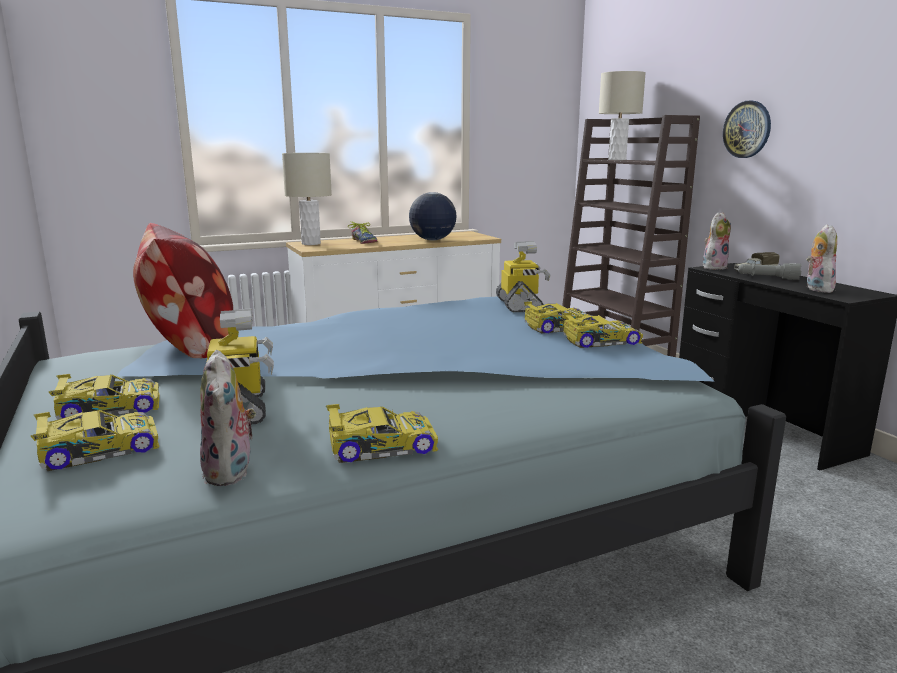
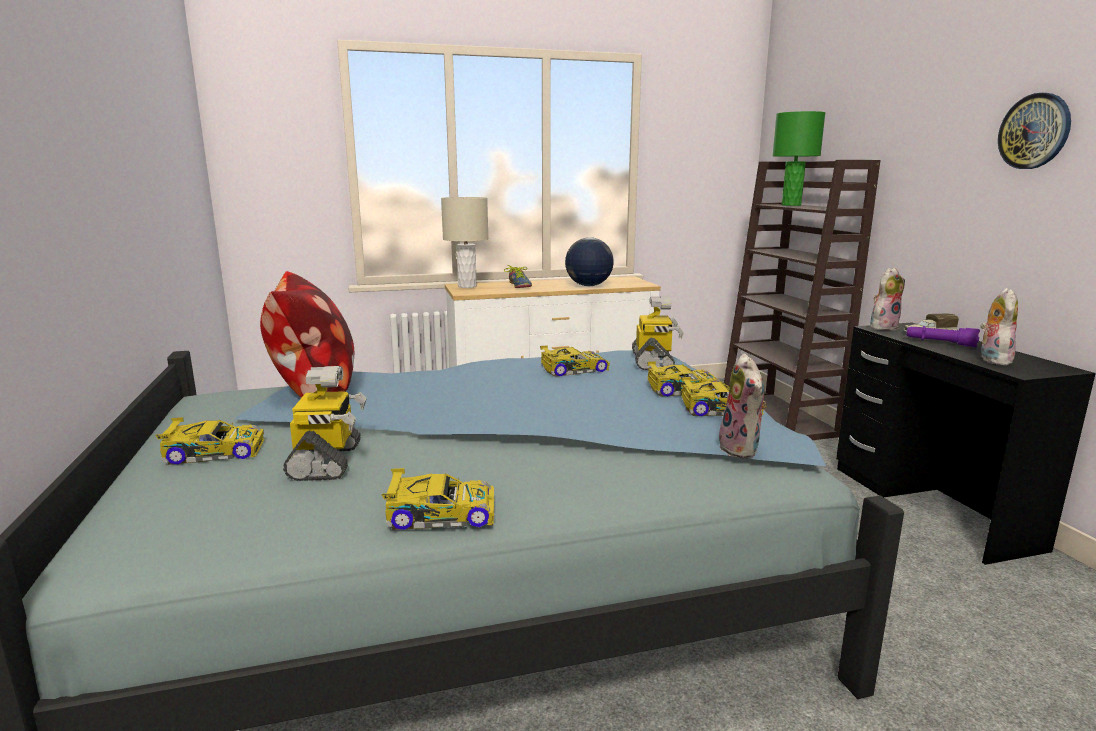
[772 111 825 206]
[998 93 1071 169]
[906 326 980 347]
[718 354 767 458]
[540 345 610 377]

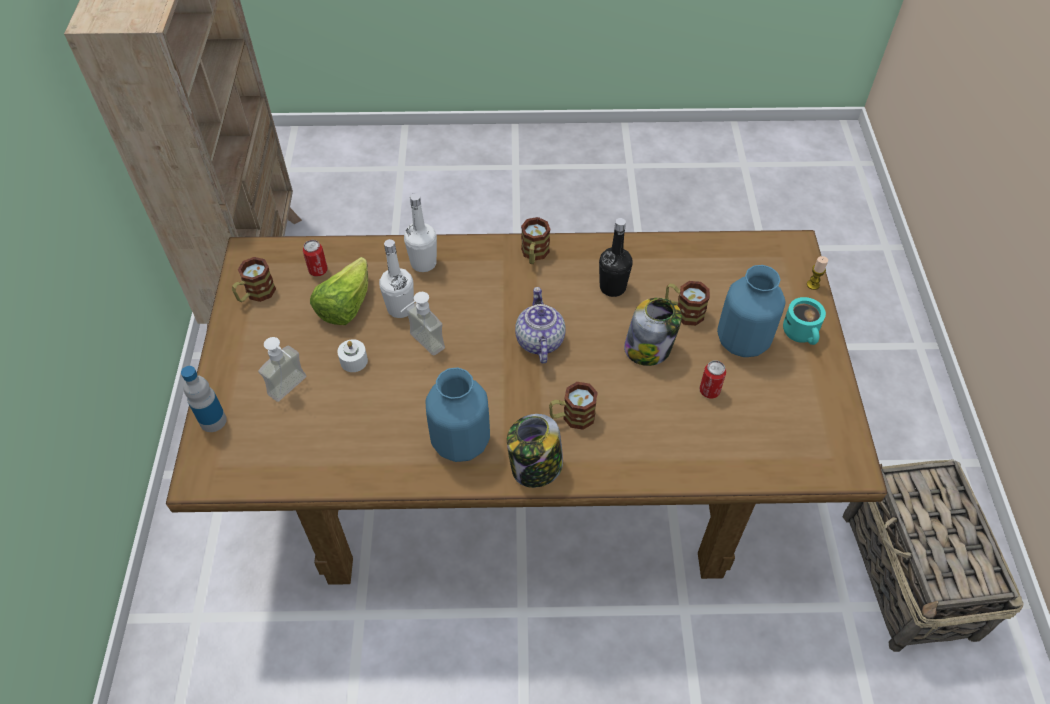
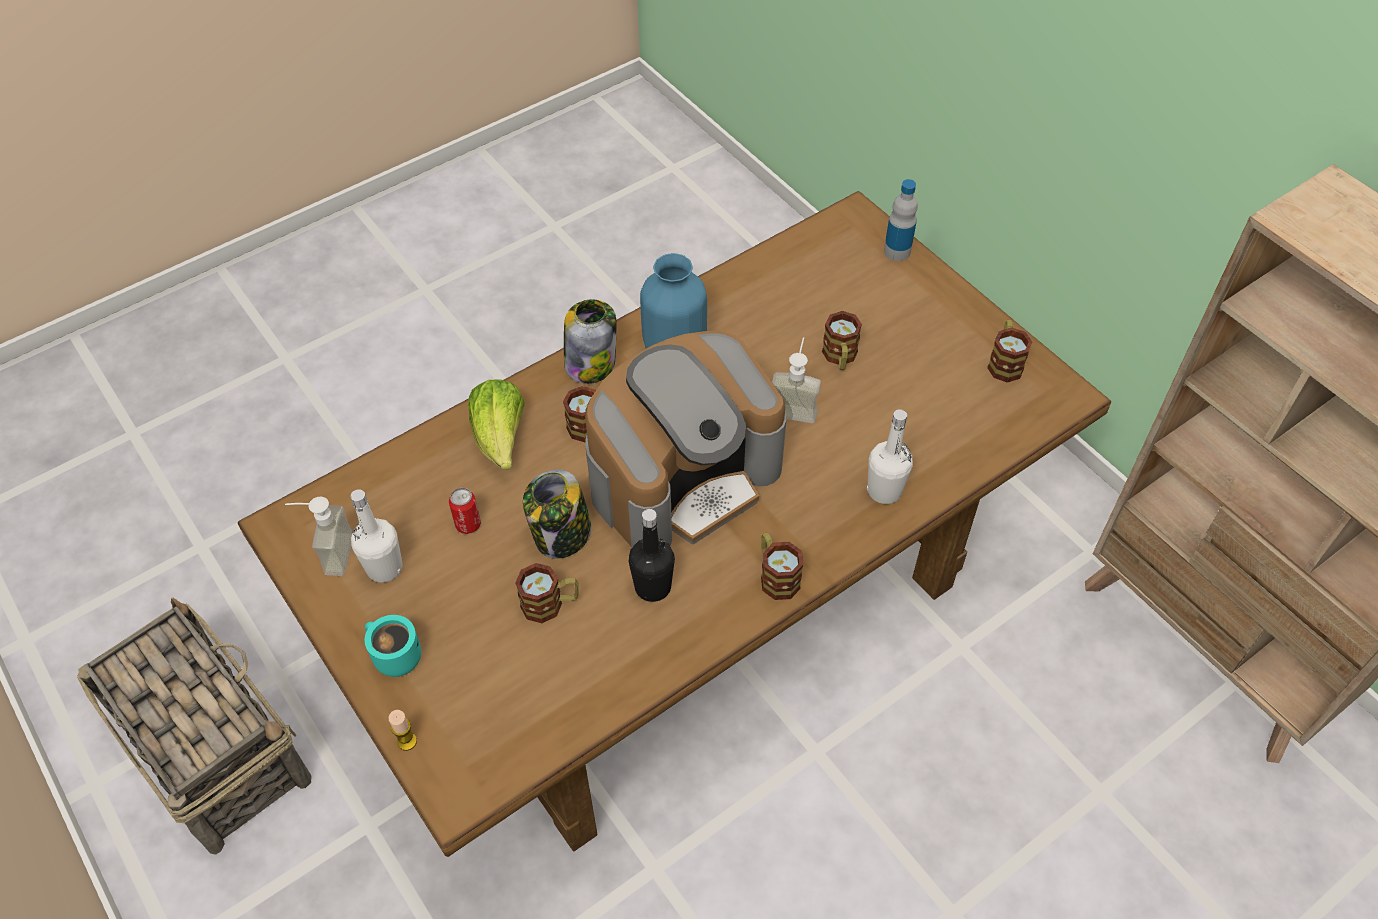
[350 489 403 583]
[303 240 328 277] (first image)
[468 379 525 470]
[717 265 786 357] (first image)
[585 331 786 547]
[285 496 353 576]
[822 311 862 370]

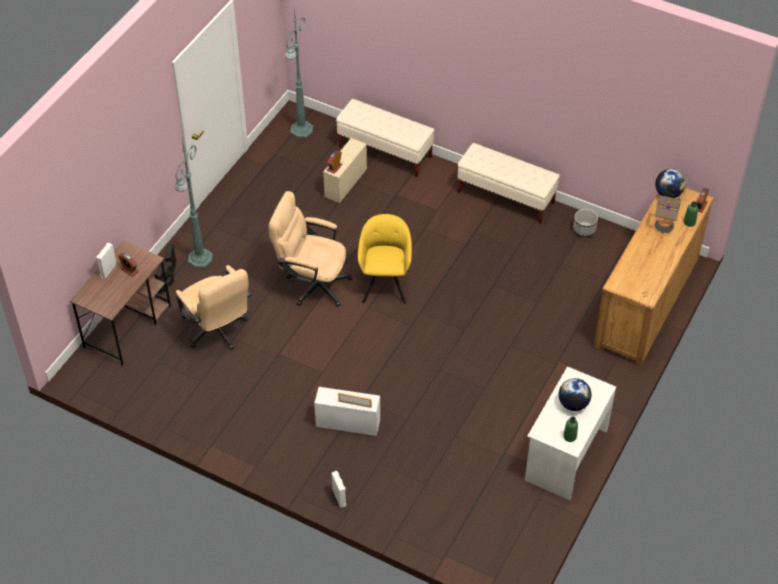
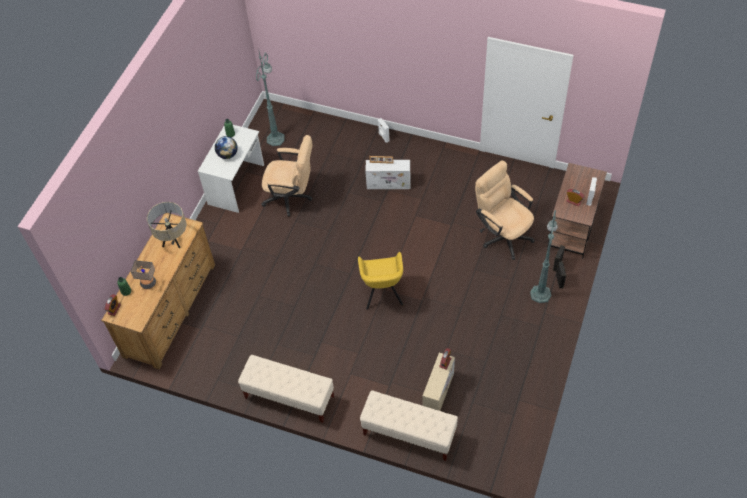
[256 48 285 146]
[655 169 685 198] (first image)
[261 135 312 216]
[573 209 598 237] (first image)
[147 202 186 248]

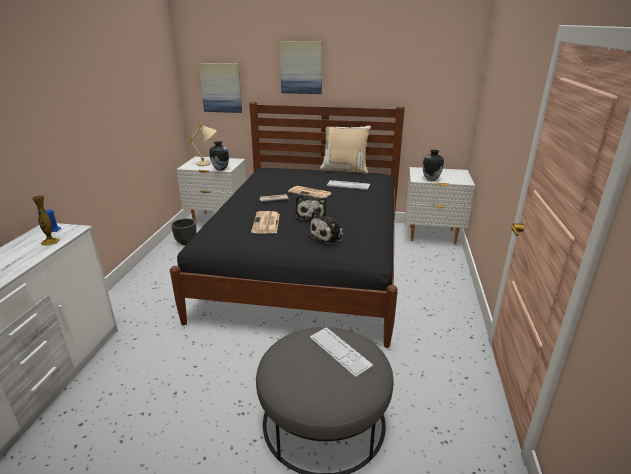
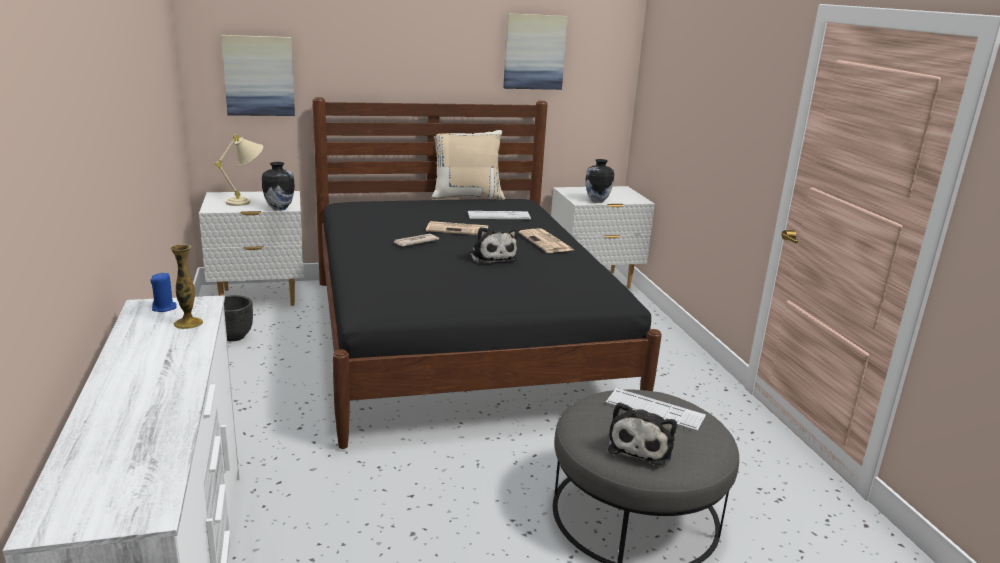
[503 13 568 90]
[519 229 573 253]
[608 402 677 465]

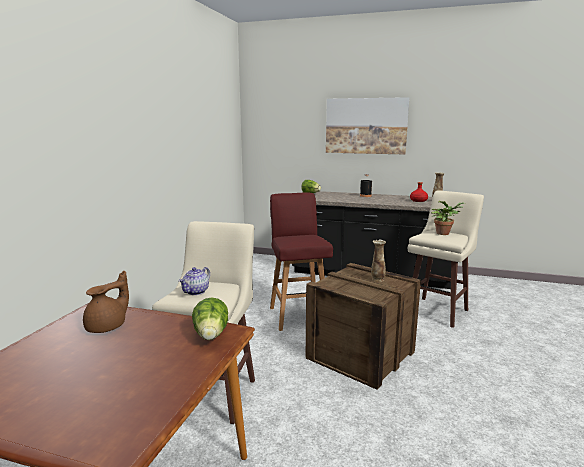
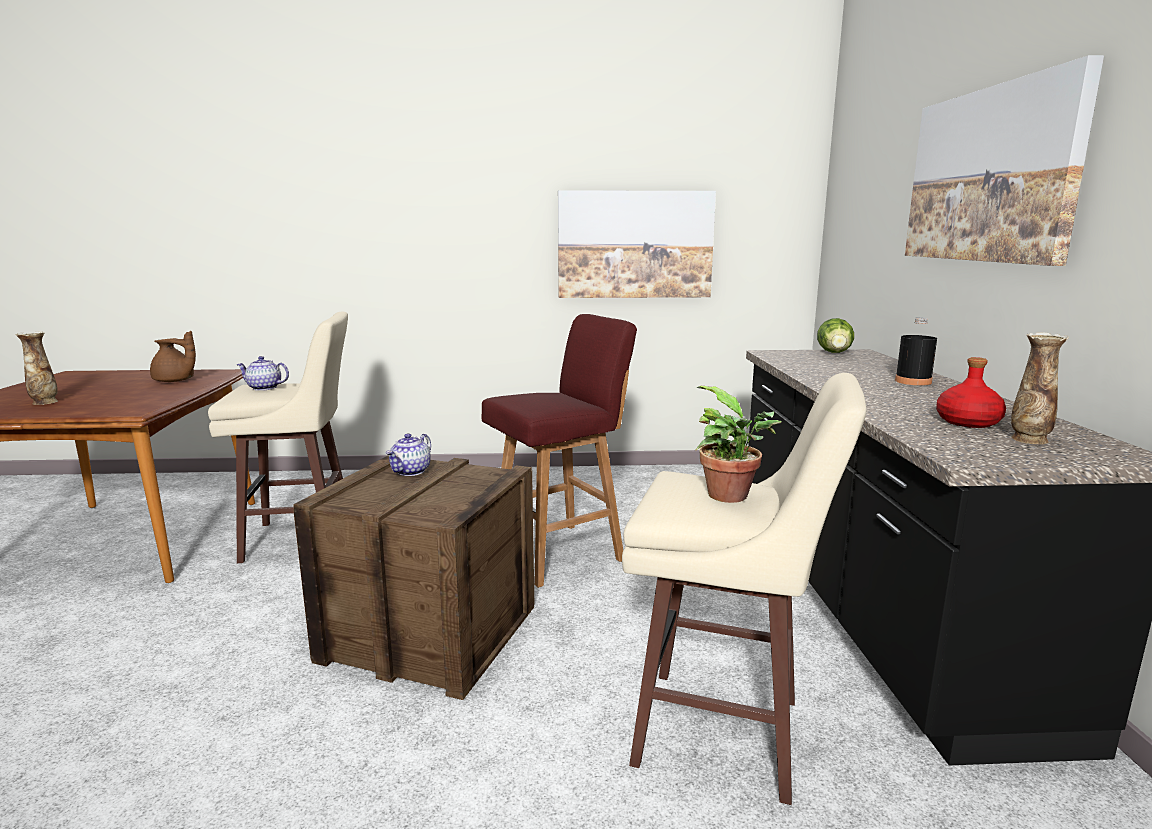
[16 331 58 405]
[192 297 228 340] (first image)
[558 190 716 298]
[385 433 431 476]

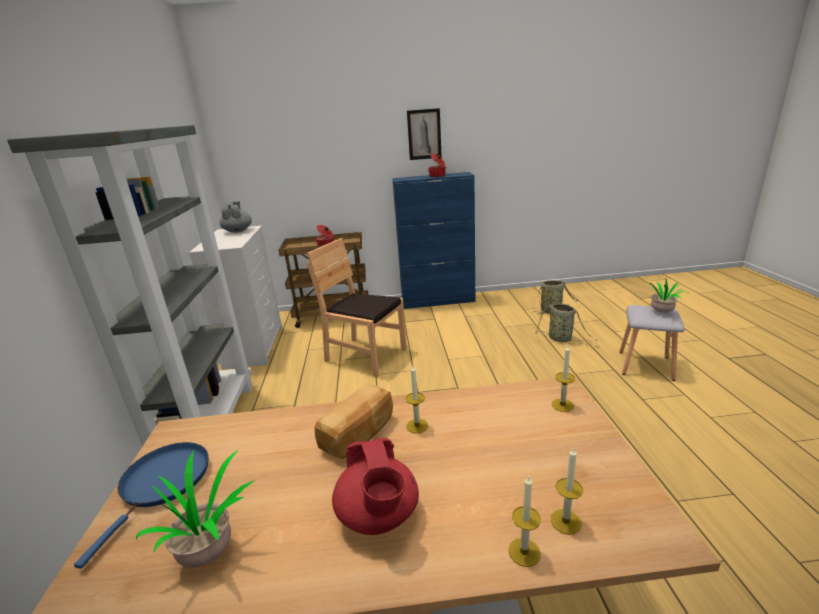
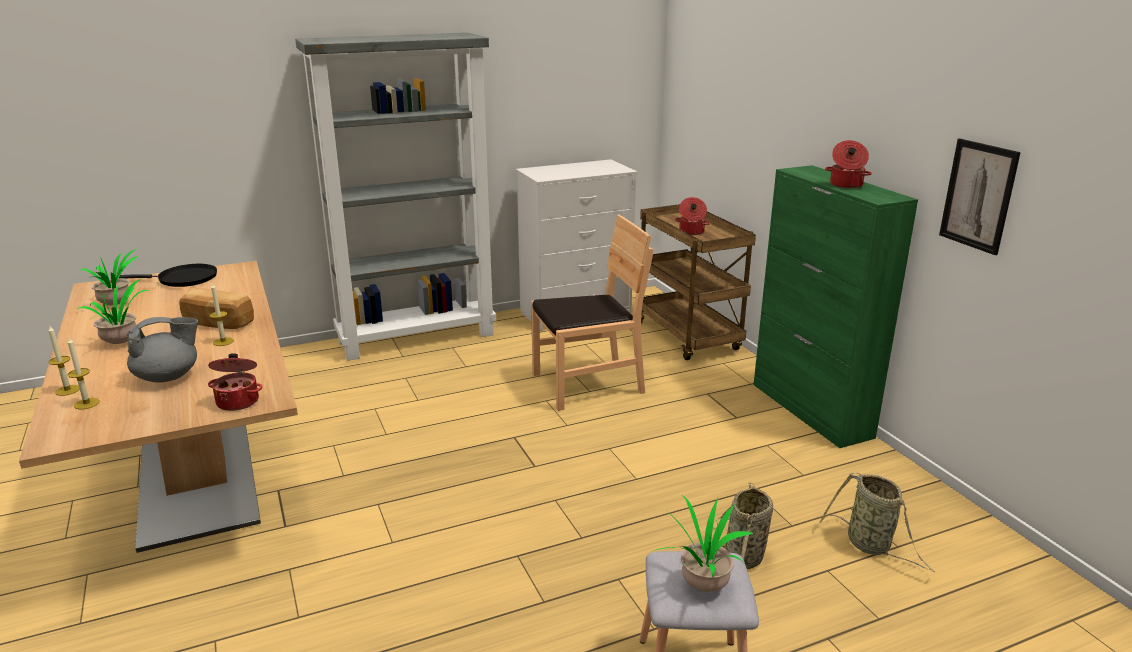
[939 138 1021 255]
[754 165 918 448]
[127 317 198 383]
[531 215 653 411]
[208 353 262 411]
[78 279 151 344]
[119 264 217 287]

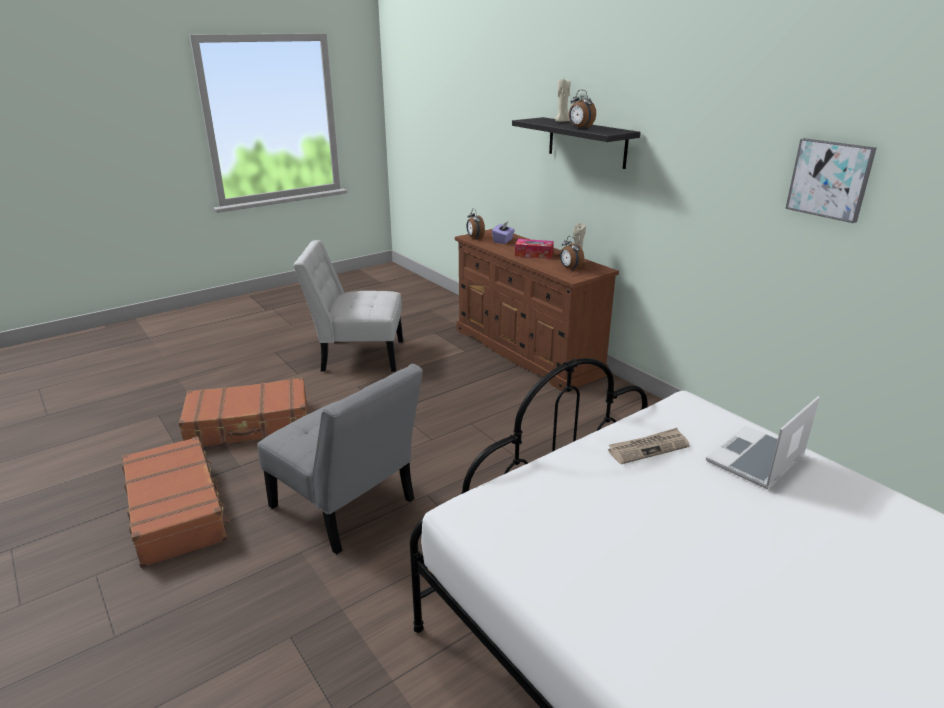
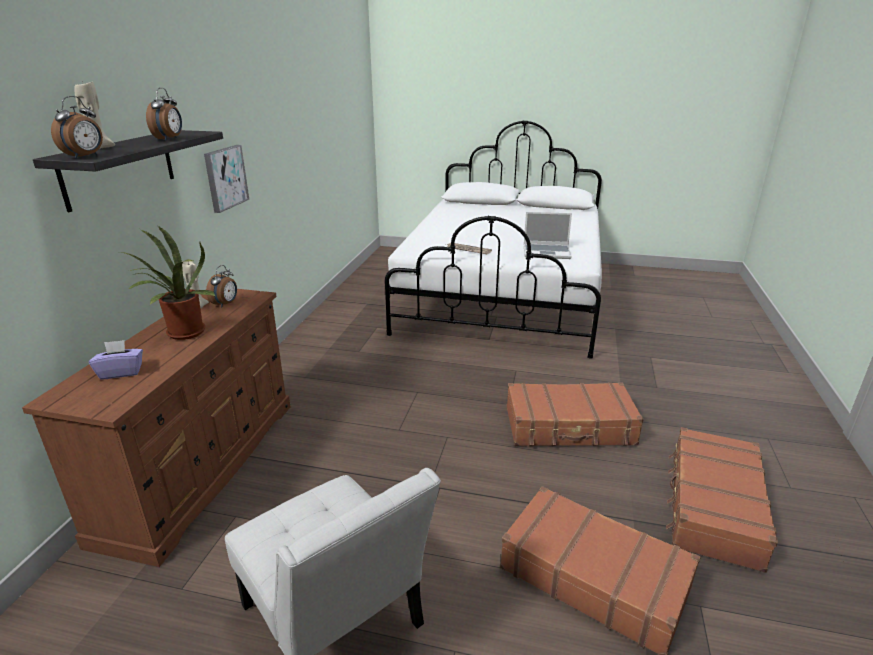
[204 145 249 213]
[51 96 103 159]
[119 226 216 340]
[506 382 644 446]
[524 212 572 259]

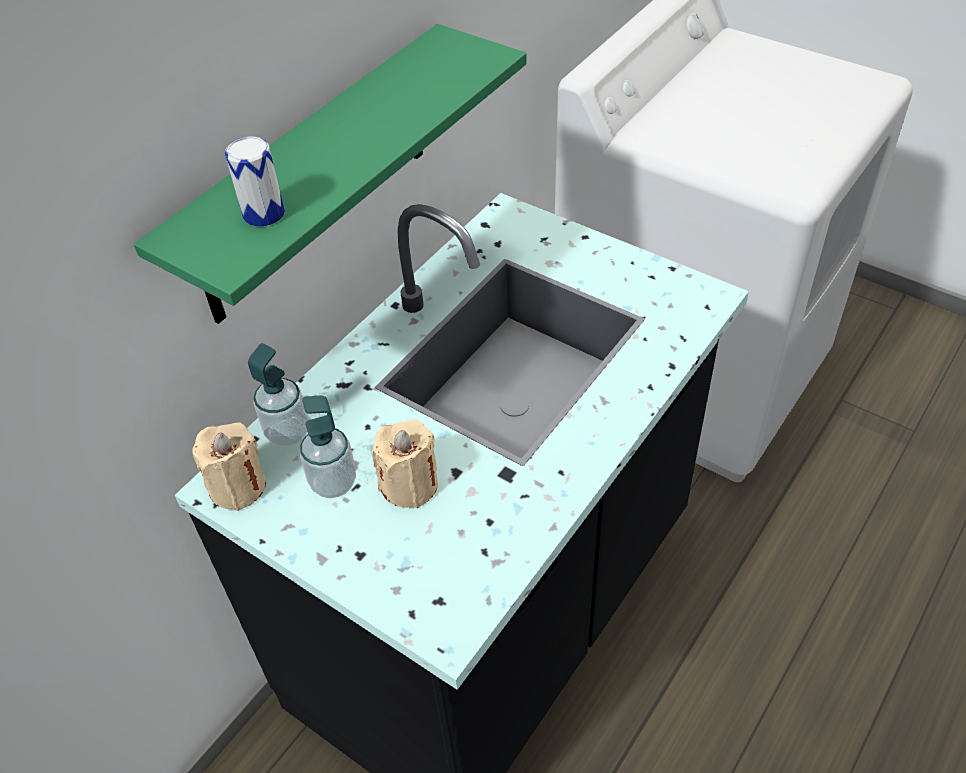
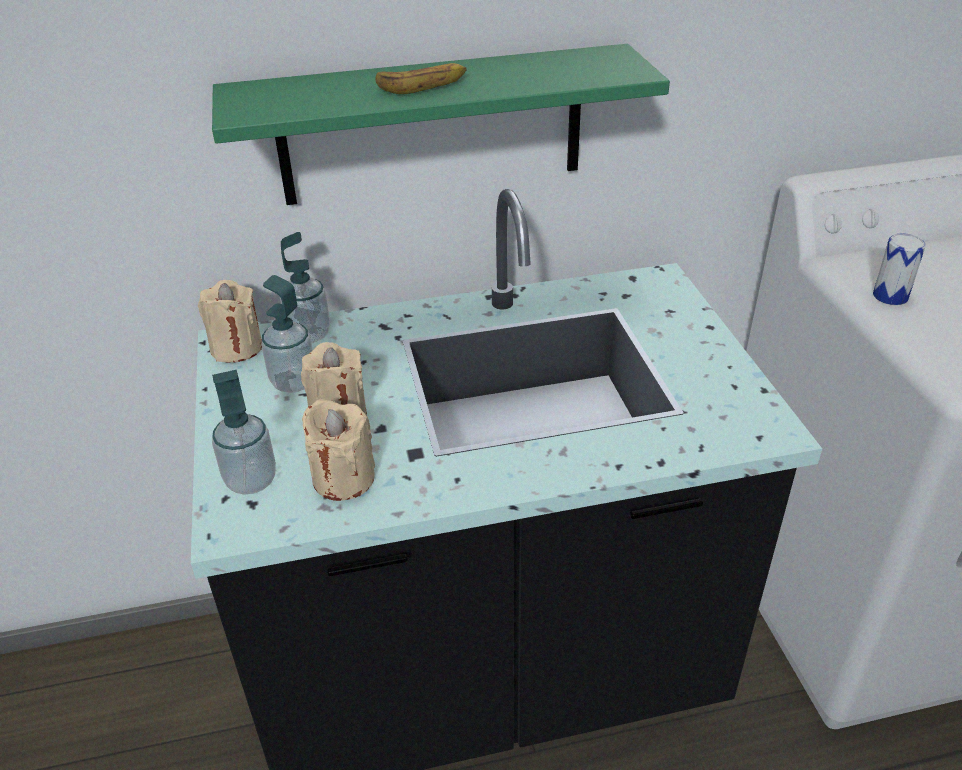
[873 233 926 305]
[375 63 467 94]
[212 370 276 494]
[302 399 375 501]

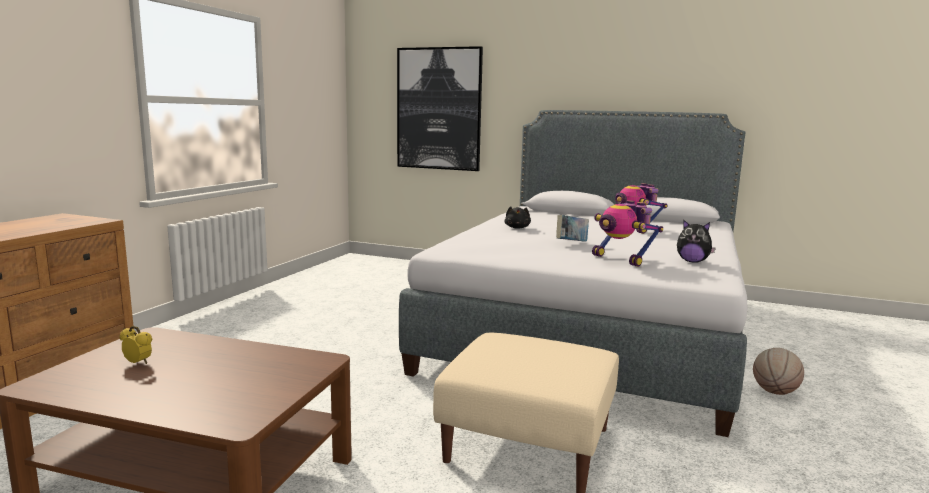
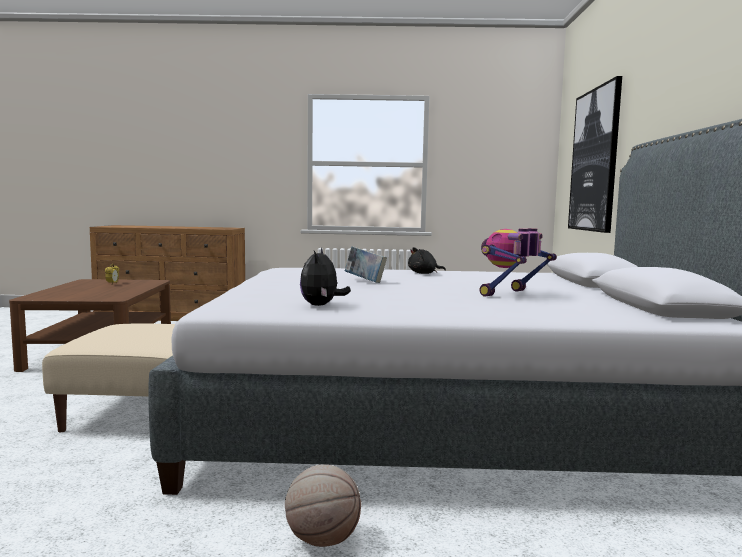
[592 200 663 267] (first image)

